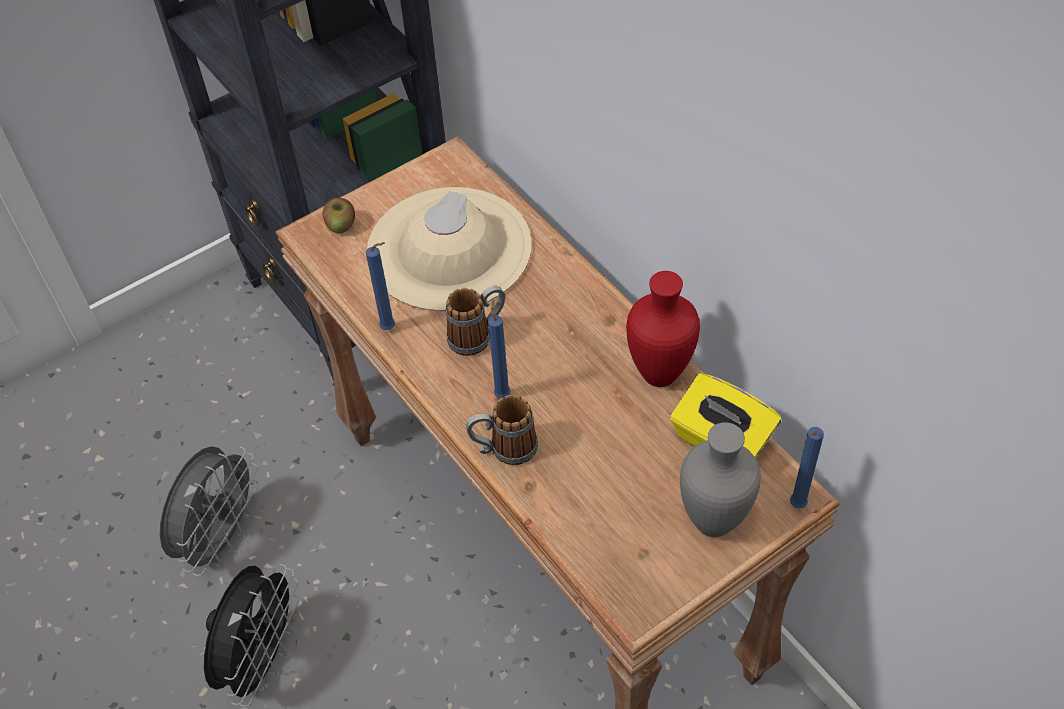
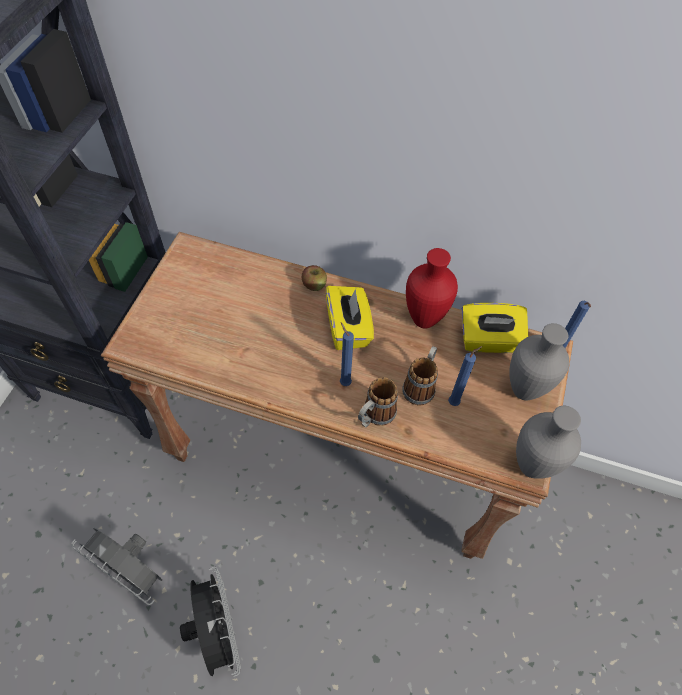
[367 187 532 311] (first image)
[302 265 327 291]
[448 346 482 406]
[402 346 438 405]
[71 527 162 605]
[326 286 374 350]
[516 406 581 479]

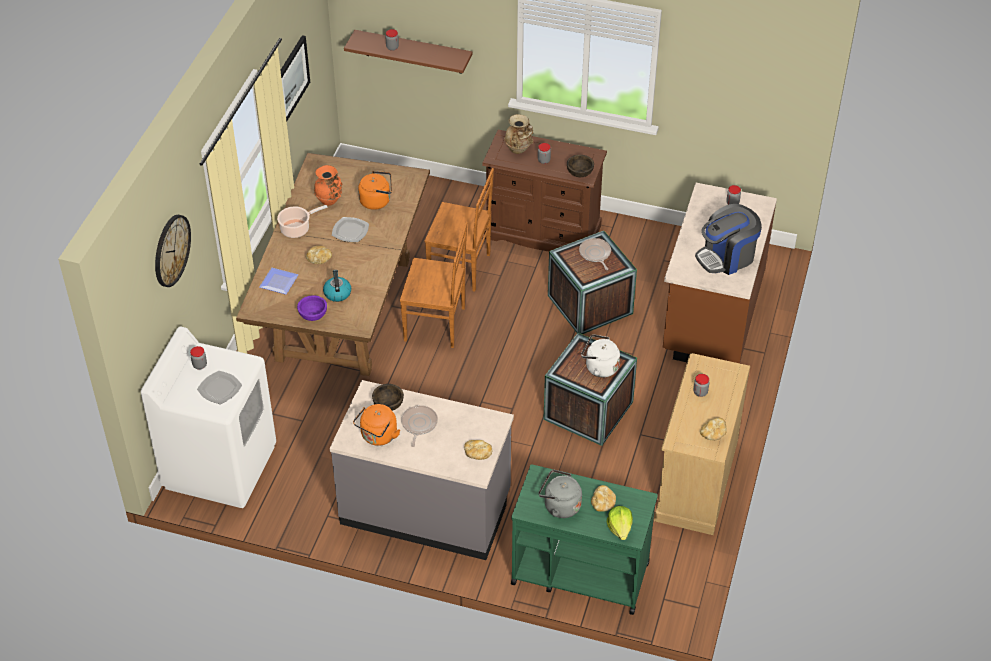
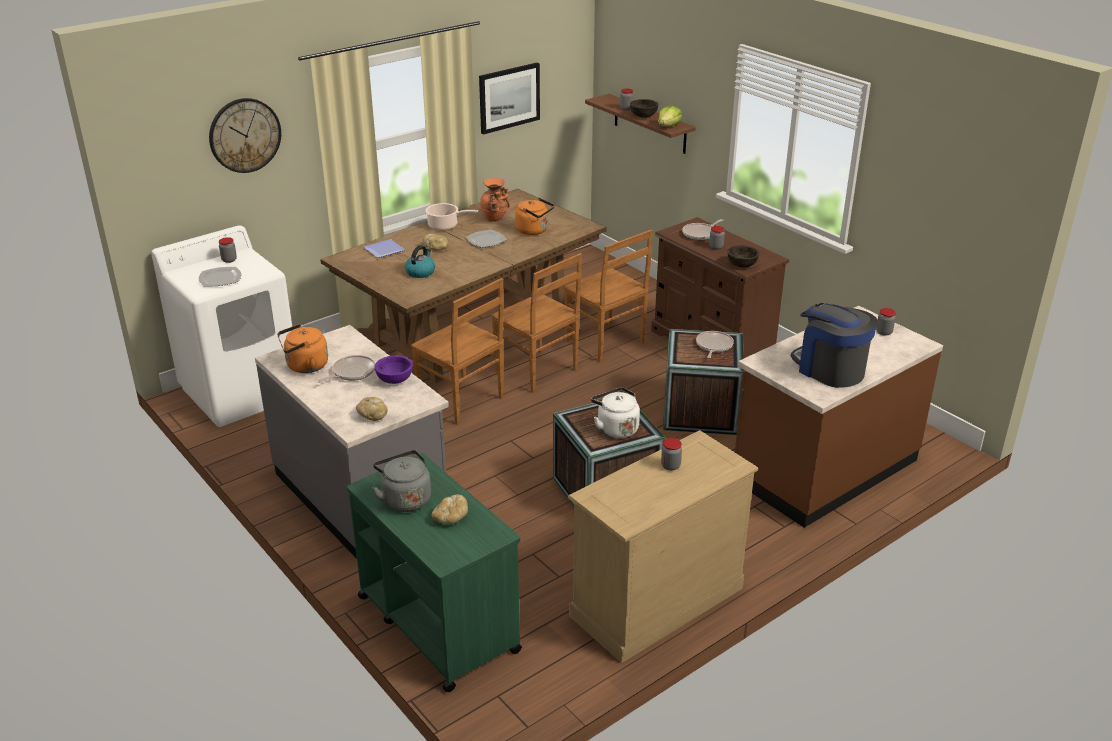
[682 219 723 240]
[791 303 878 388]
[374 355 413 384]
[630 99 658 118]
[700 418 727 441] (first image)
[658 106 682 126]
[411 278 504 425]

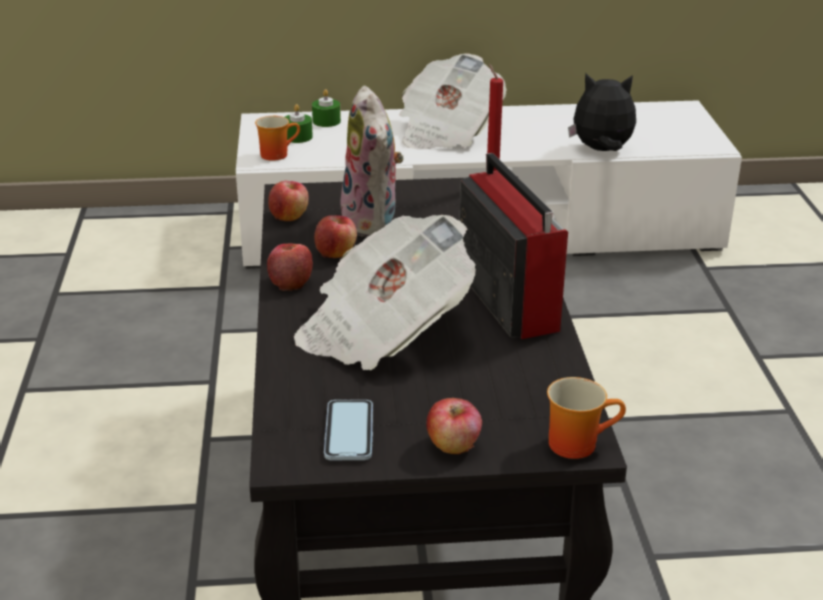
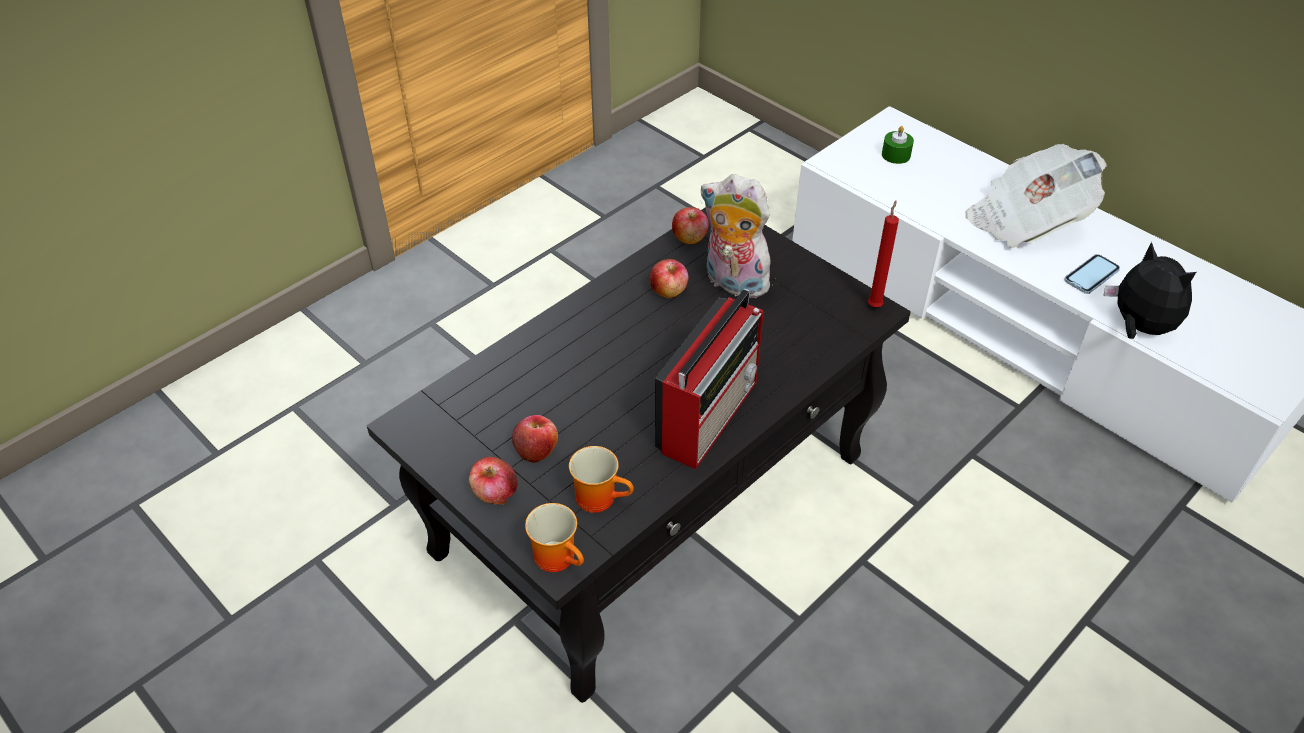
[700 174 775 298]
[312 89 341 127] (first image)
[569 446 634 513]
[294 215 476 370] (first image)
[512 415 558 463]
[1064 254 1120 294]

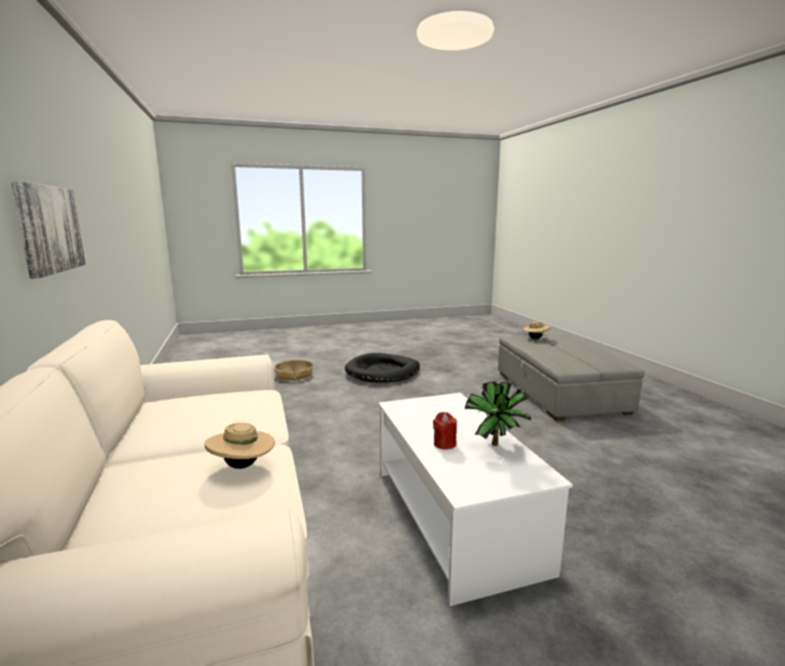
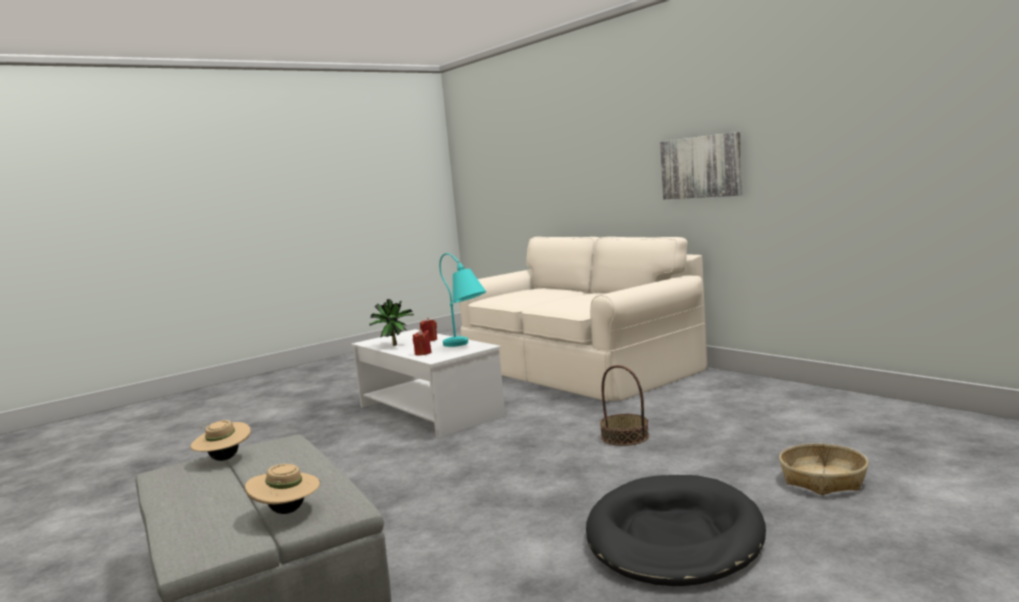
[190 420 251 461]
[439 253 486 347]
[413 329 432 356]
[600 365 649 446]

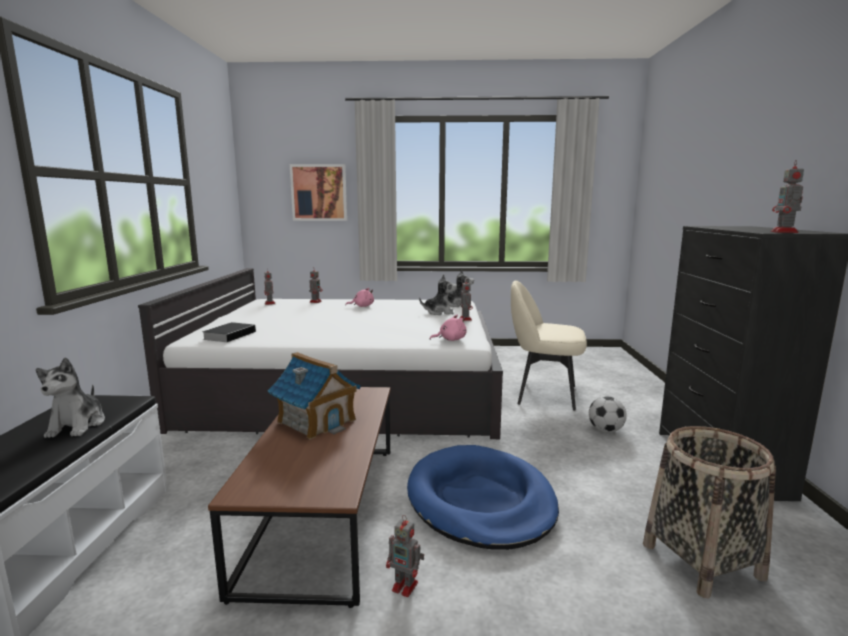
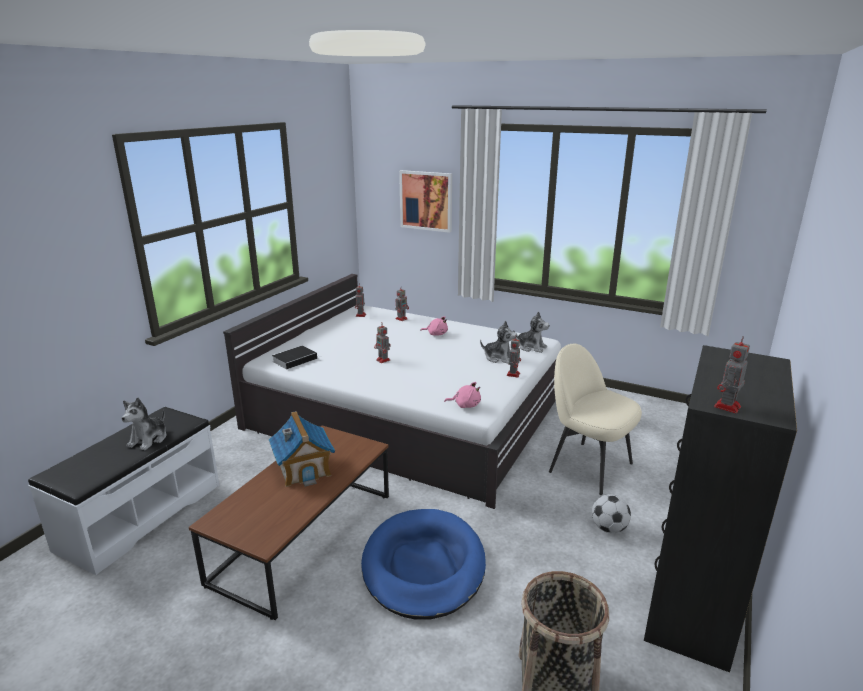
[374 323 391 363]

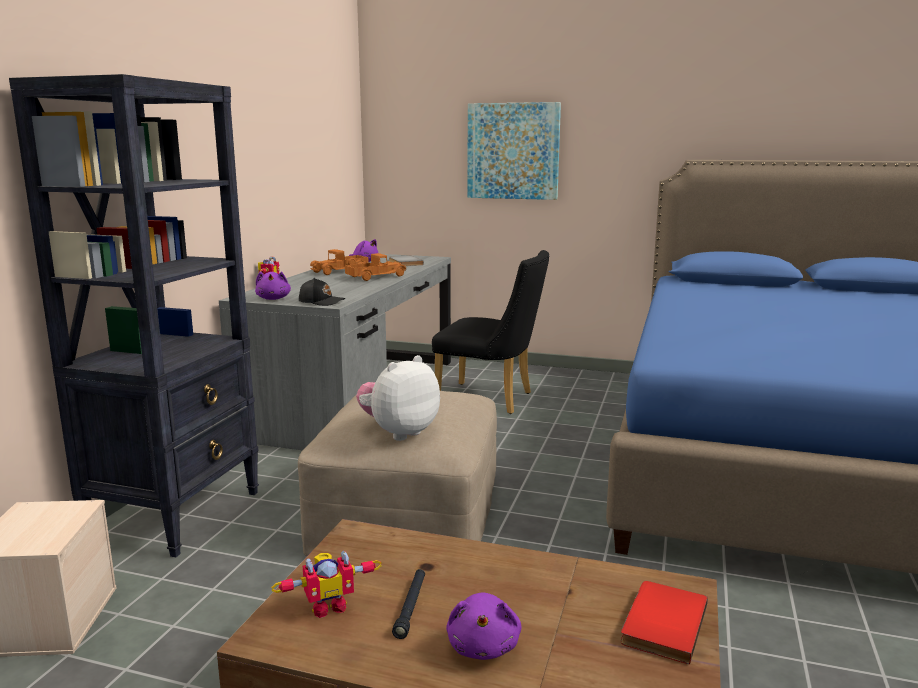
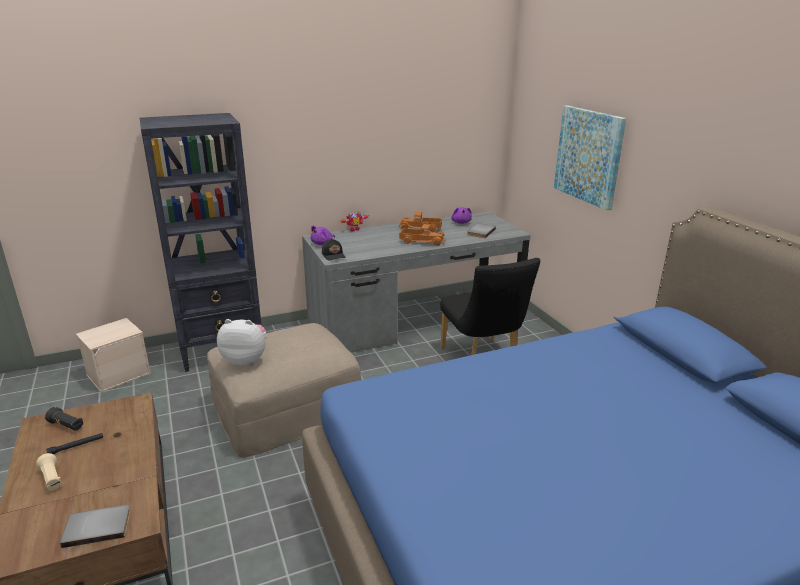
[45 407 83 431]
[60 505 131 548]
[36 453 62 490]

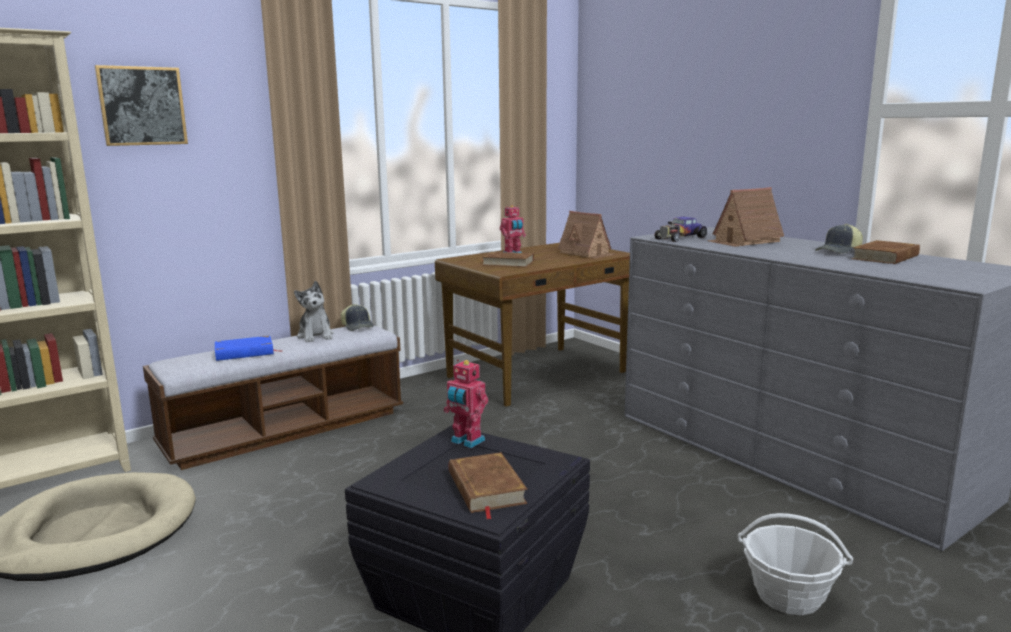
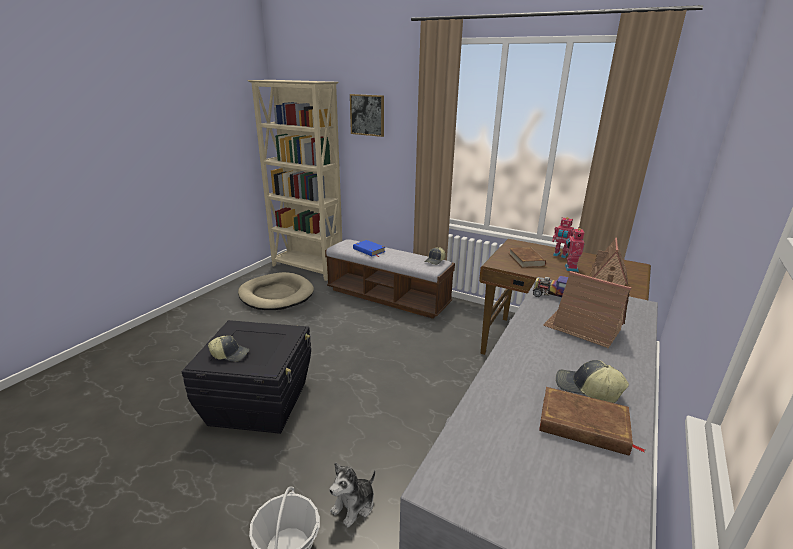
[329 462 375 528]
[565 227 584 272]
[208 336 249 362]

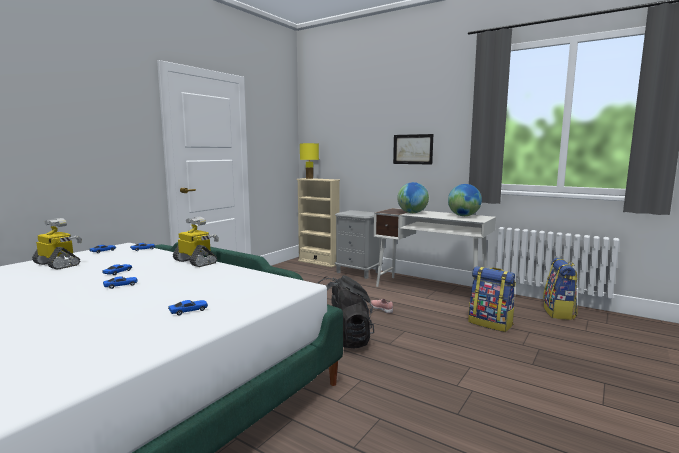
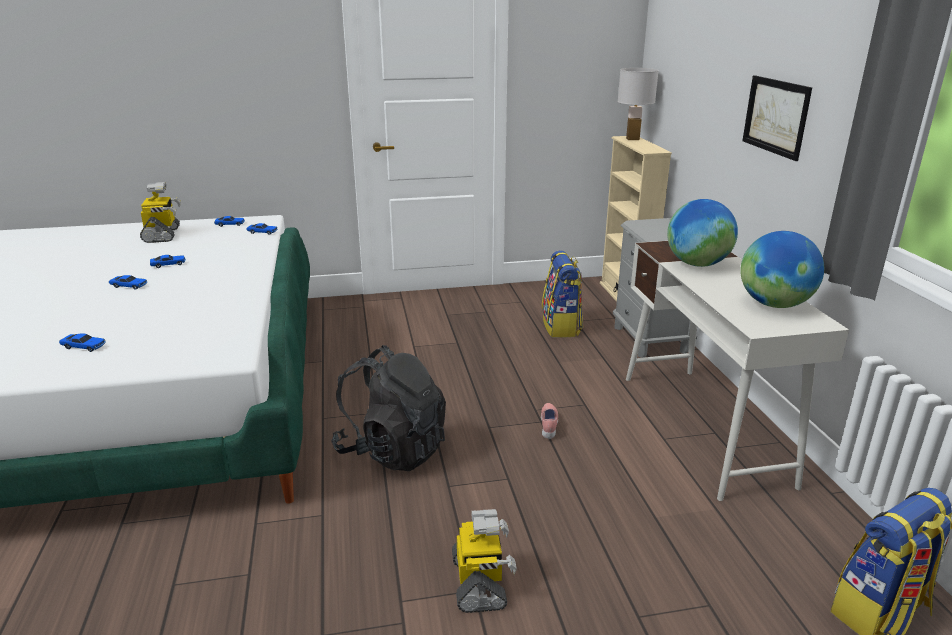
[618 68 659 140]
[452 509 517 613]
[542 251 583 338]

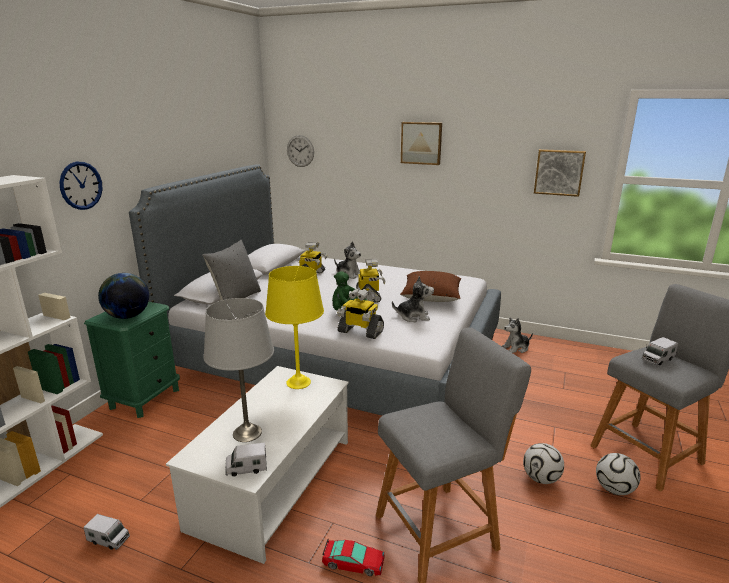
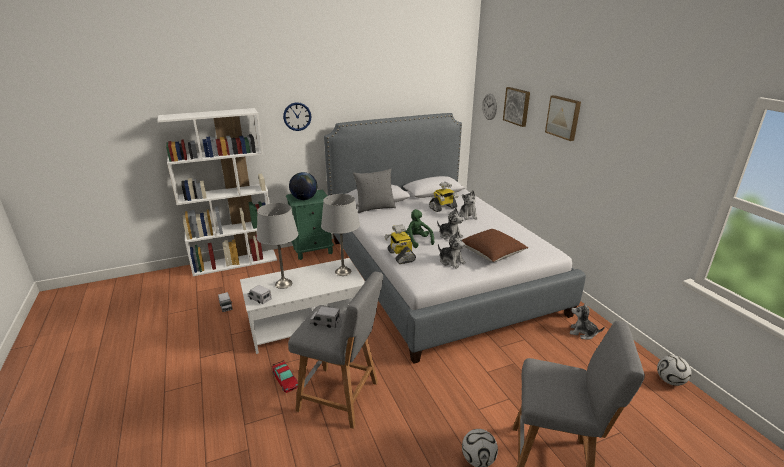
[503 87 530 127]
[437 208 463 240]
[321 194 360 276]
[310 306 340 328]
[657 355 692 386]

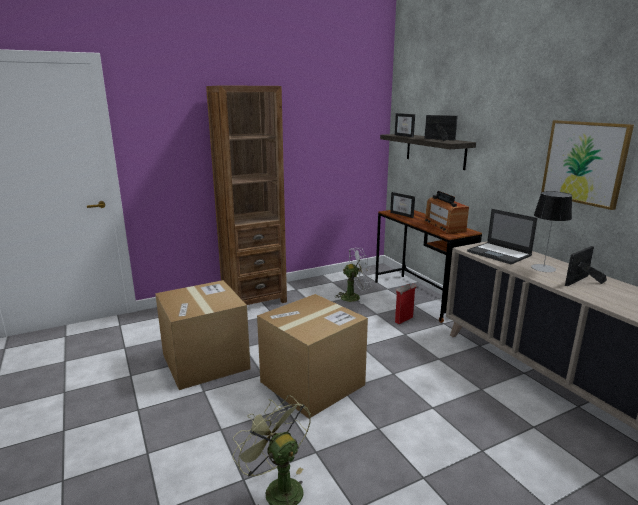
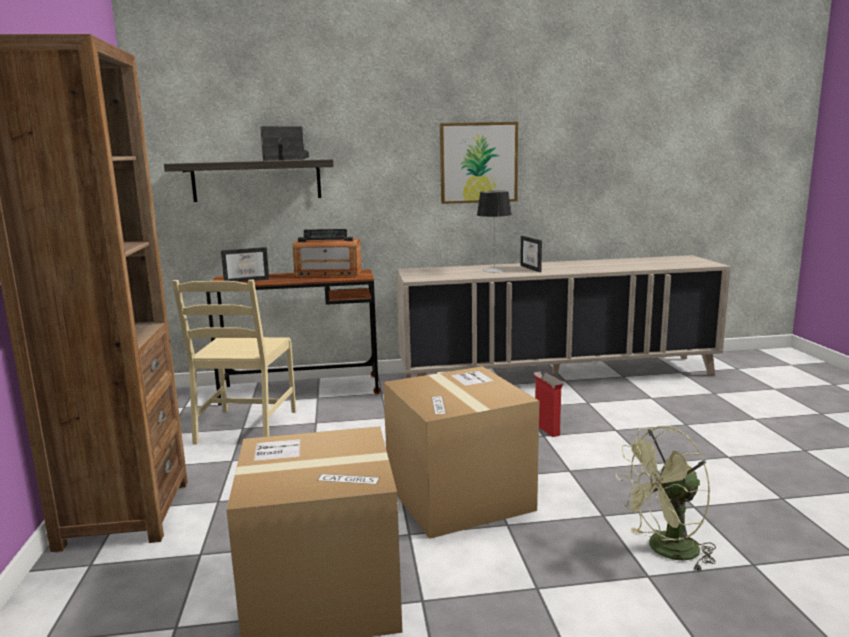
[395 113 415 137] (first image)
[467 209 537 264] (first image)
[172 280 296 445]
[533 371 564 437]

